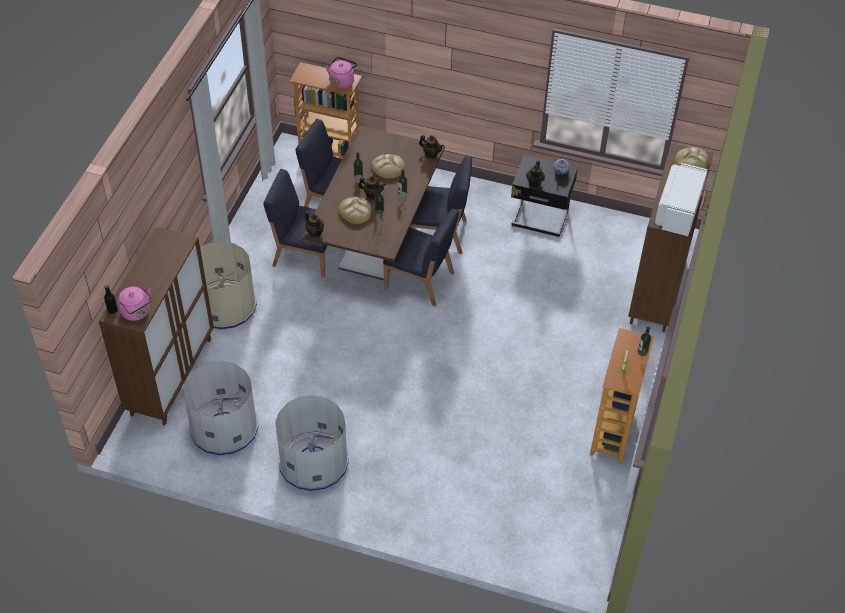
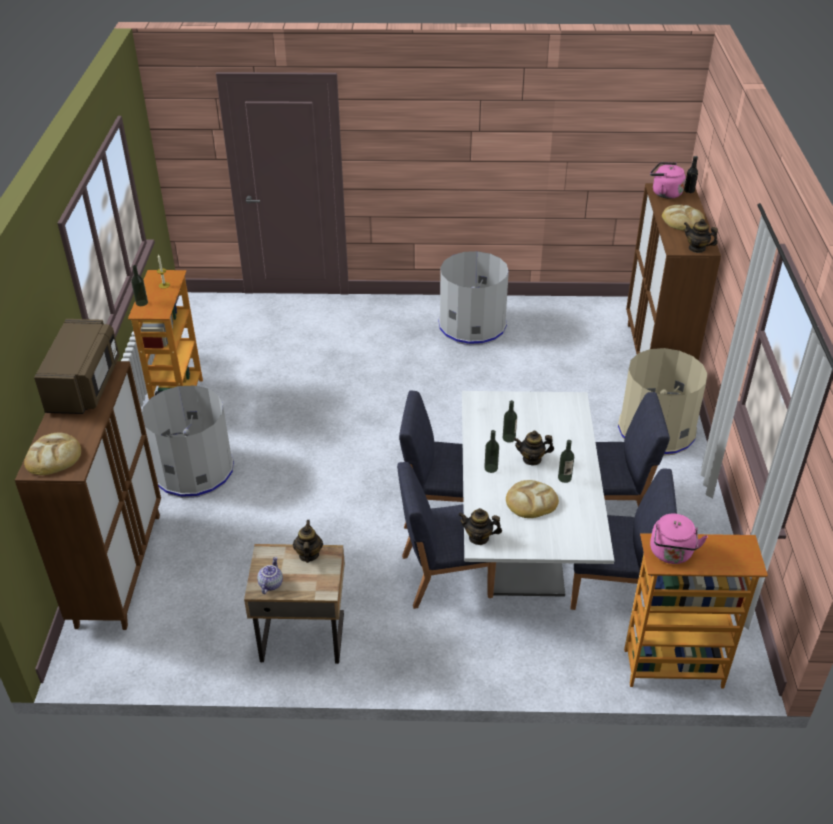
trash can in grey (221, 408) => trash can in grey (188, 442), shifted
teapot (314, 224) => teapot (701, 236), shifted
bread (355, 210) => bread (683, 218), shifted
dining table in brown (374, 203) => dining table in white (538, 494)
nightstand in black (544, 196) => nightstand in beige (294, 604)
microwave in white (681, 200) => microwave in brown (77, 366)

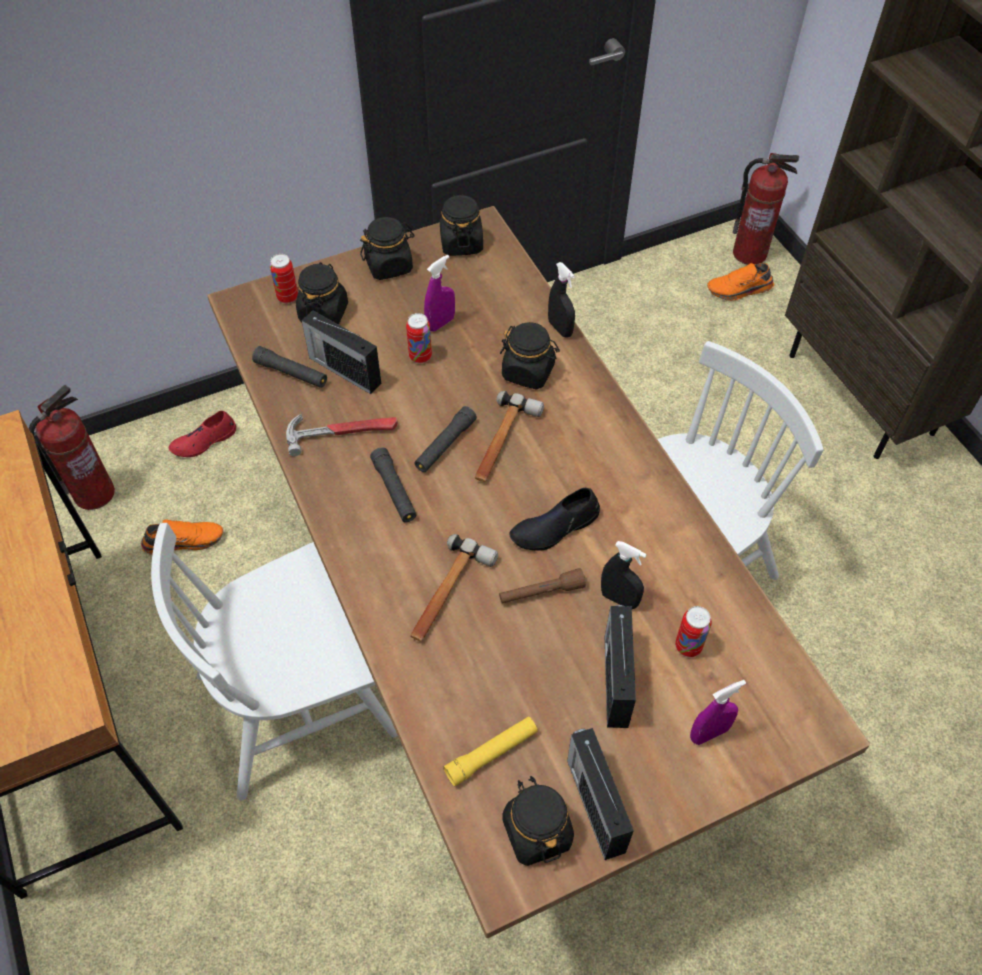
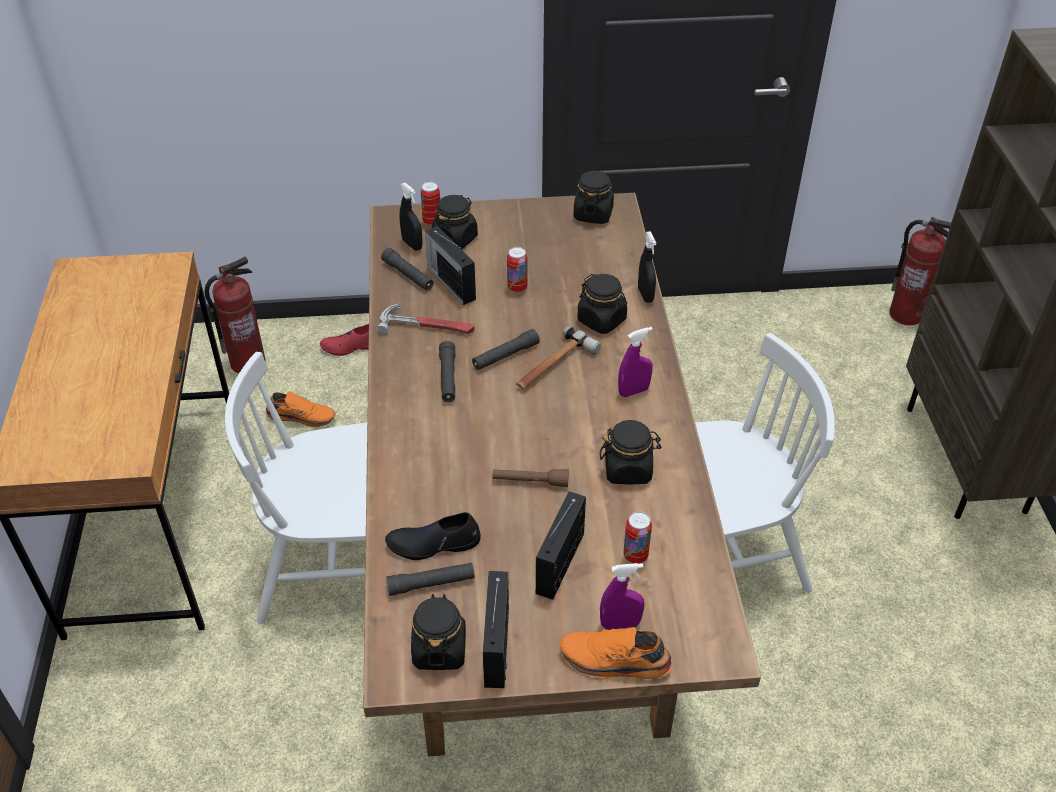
hammer (454, 587) => nothing
jar in black (387, 248) => jar in black (631, 452), shifted
spray bottle in purple (439, 293) => spray bottle in purple (635, 362), shifted
shoe in black (554, 519) => shoe in black (433, 536), shifted
spray bottle in black (623, 575) => spray bottle in black (411, 217), shifted
shoe in orange (740, 282) => shoe in orange (616, 653), shifted
flashlight in yellow (490, 751) => flashlight in black (430, 579)

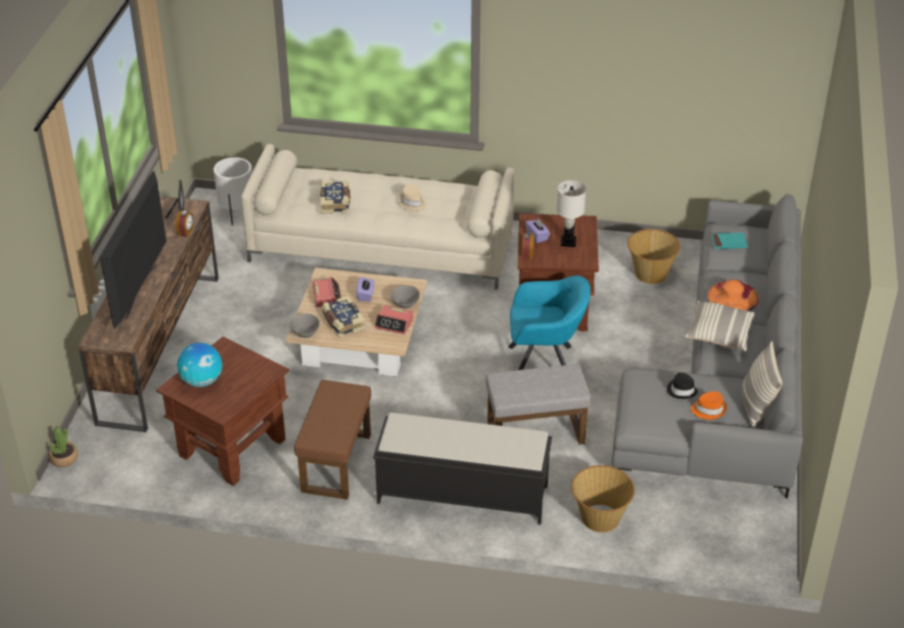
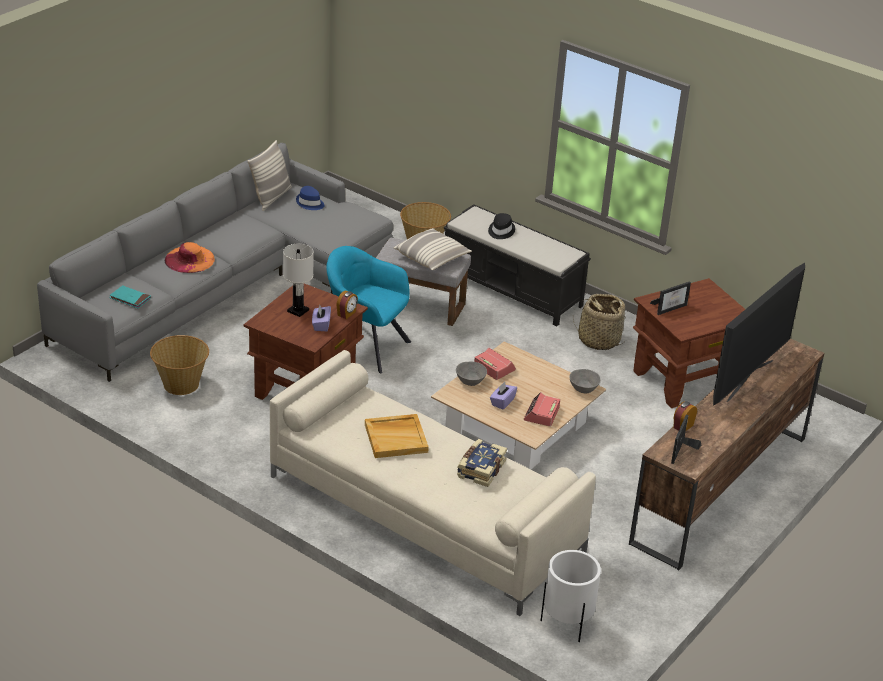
potted plant (63, 447) => nothing
globe (199, 365) => nothing
book (344, 317) => nothing
nothing => picture frame (670, 298)
hat in black (682, 386) => hat in black (501, 226), shifted
pillow (720, 326) => pillow (433, 249), shifted
ottoman in brown (332, 440) => basket (599, 322)
hat in beige (412, 198) => tray in beige (397, 436)
hat in orange (709, 405) => hat in blue (310, 198)

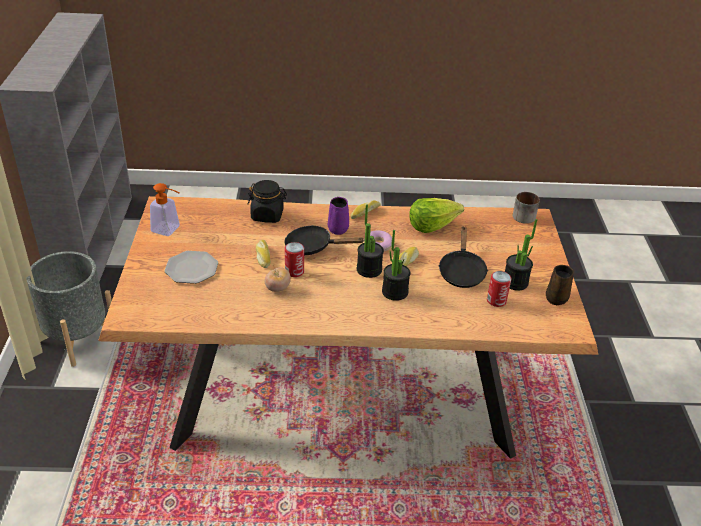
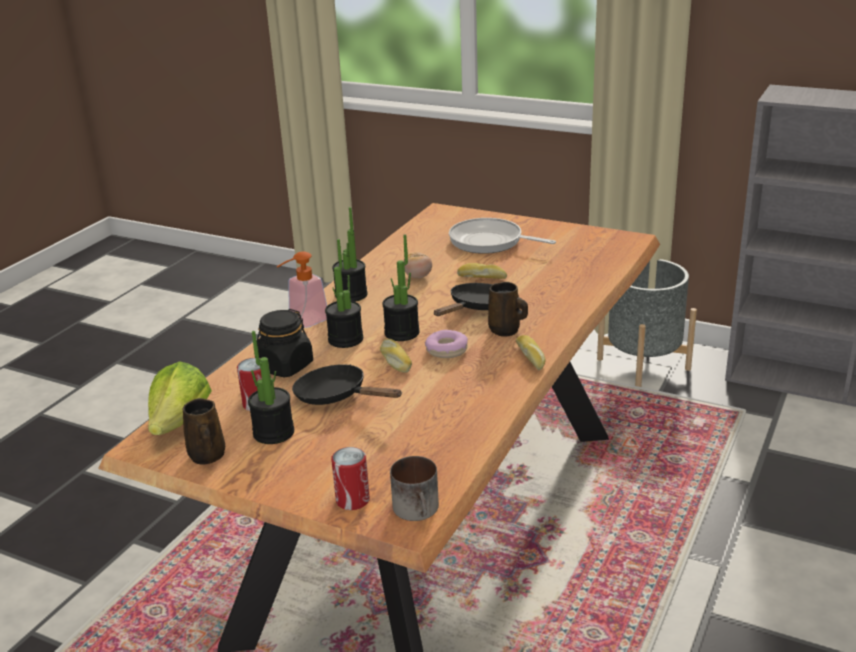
nothing => potted plant (350, 254)
soap dispenser (165, 209) => soap dispenser (302, 290), shifted
jar in black (267, 201) => jar in black (285, 343), shifted
can (294, 259) => can (350, 478), shifted
lettuce (436, 215) => lettuce (180, 398), shifted
plate (191, 267) => frying pan (502, 236)
mug in purple (338, 216) => mug in brown (508, 309)

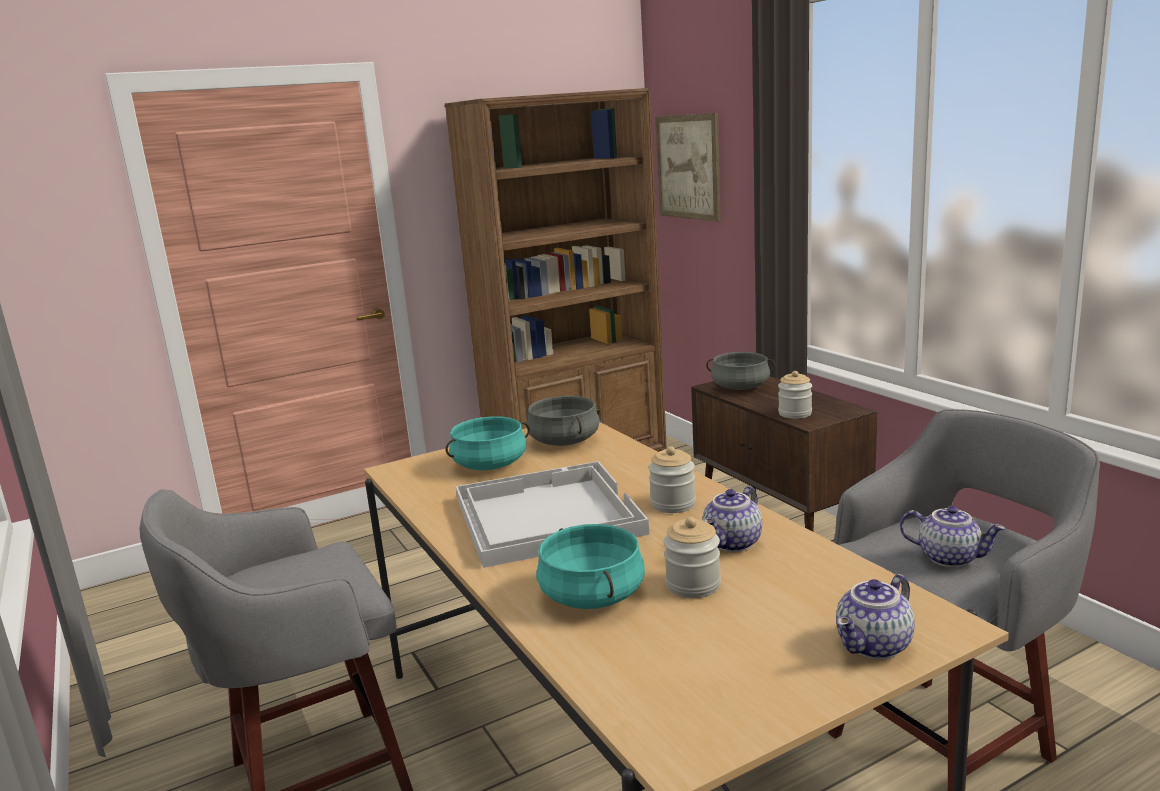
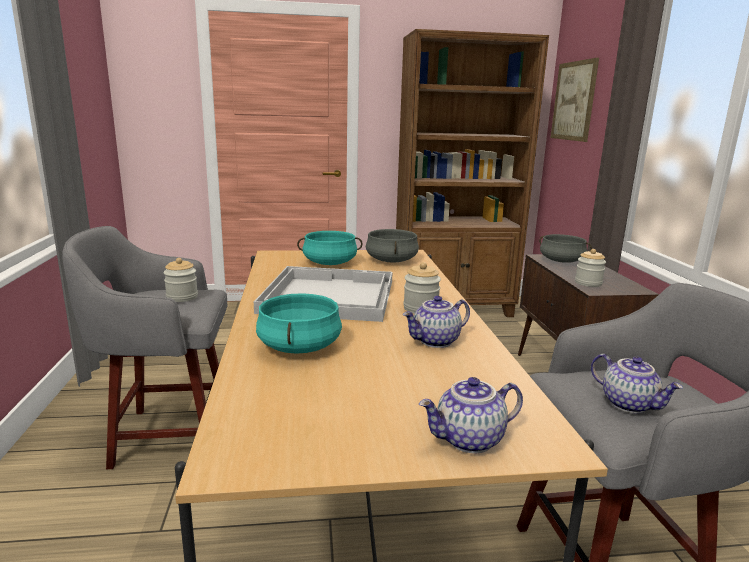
jar (692, 557) => jar (181, 280), shifted

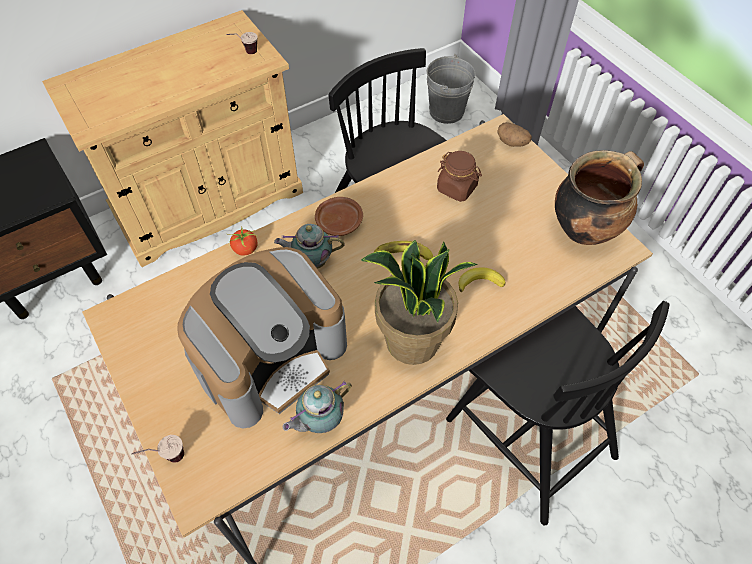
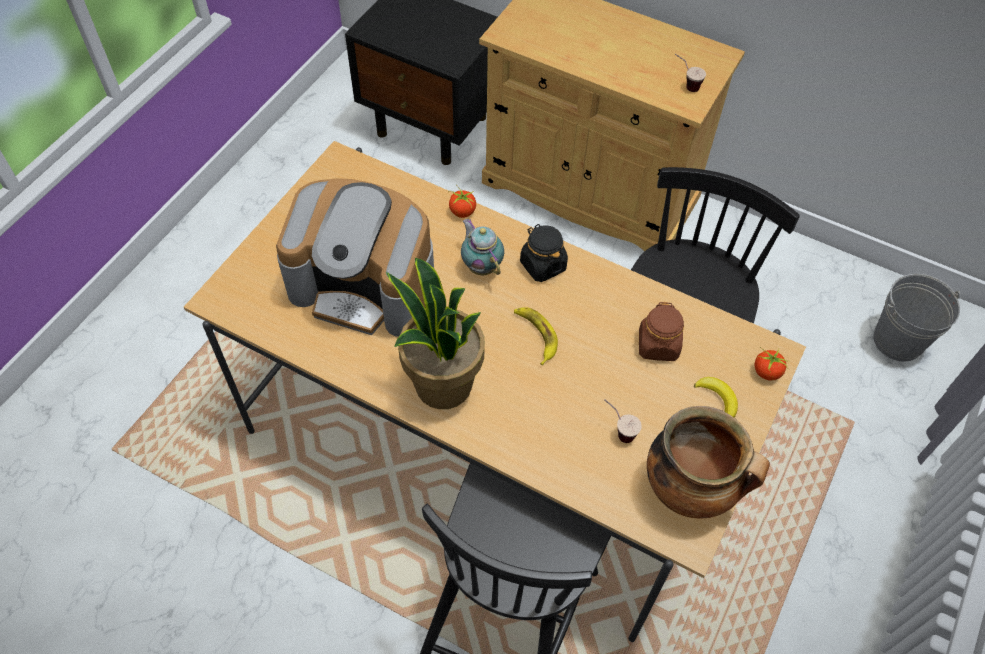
teapot (317, 407) => nothing
cup (158, 449) => cup (623, 421), shifted
banana (482, 279) => banana (716, 397), shifted
plate in brown (339, 216) => jar in black (544, 253)
potato (515, 134) => tomato (771, 364)

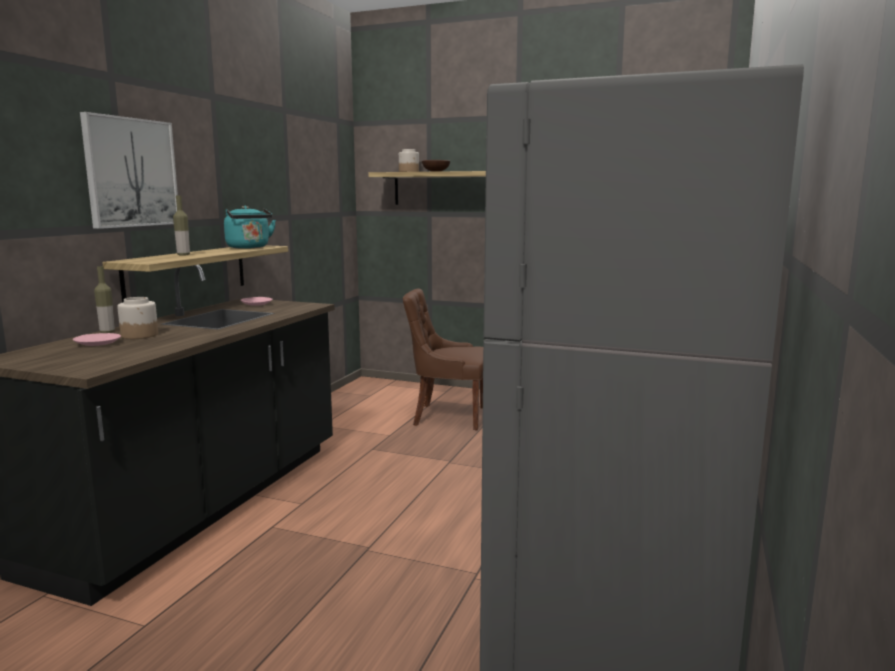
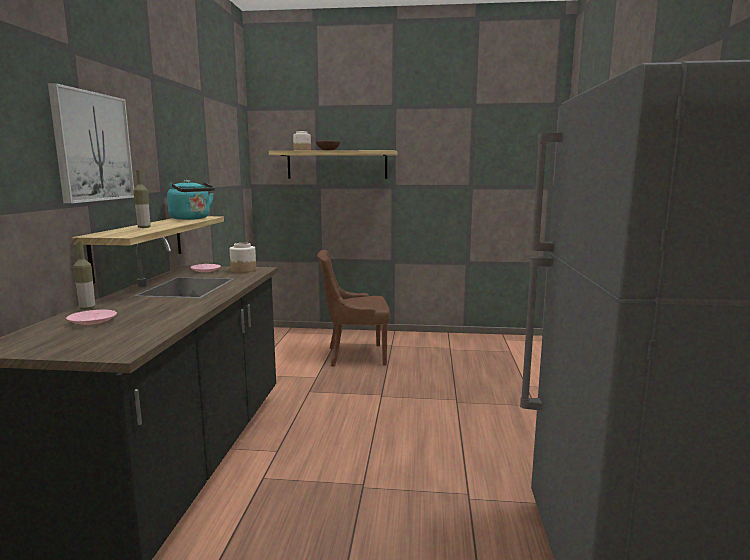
jar (137, 318) => jar (243, 258), shifted

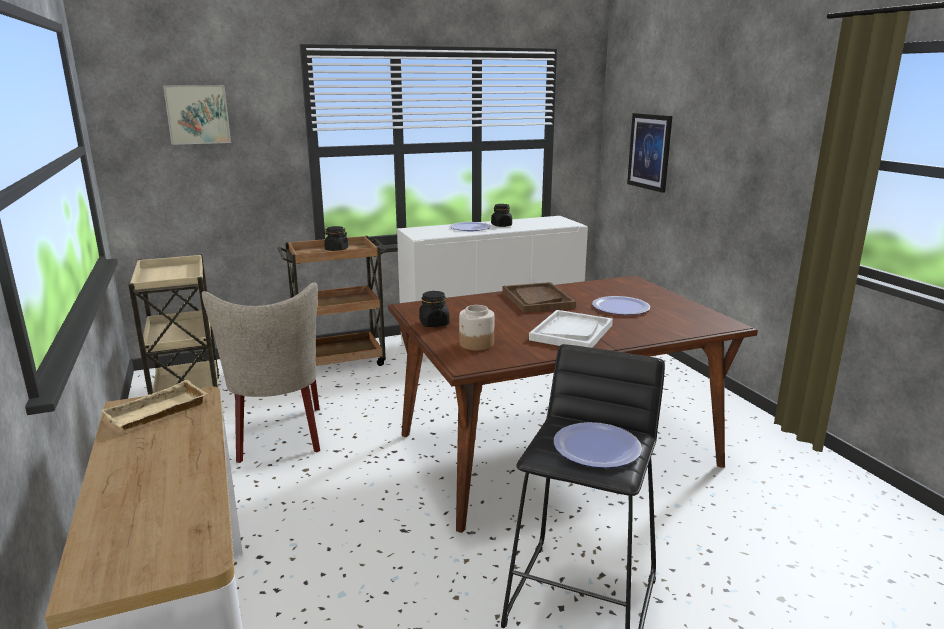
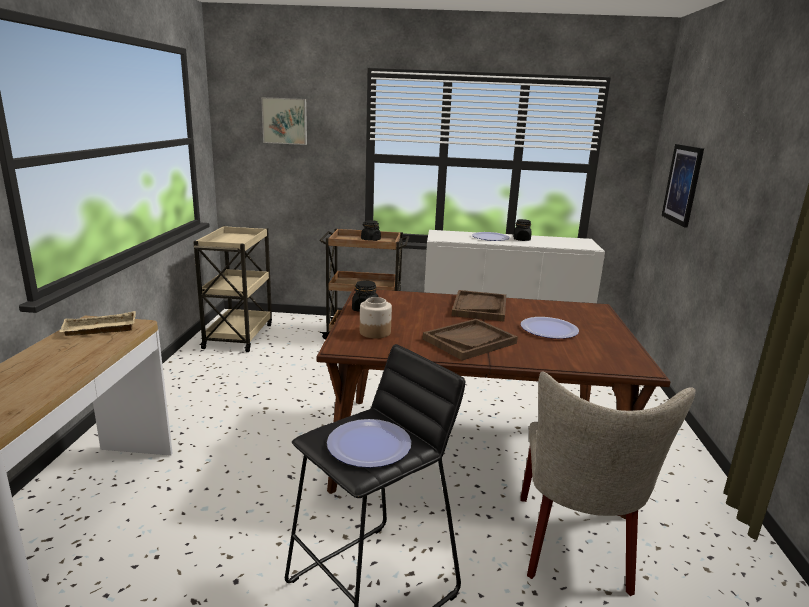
chair in beige (261, 372) => chair in beige (608, 483), shifted
tray in white (571, 329) => tray in brown (470, 340)

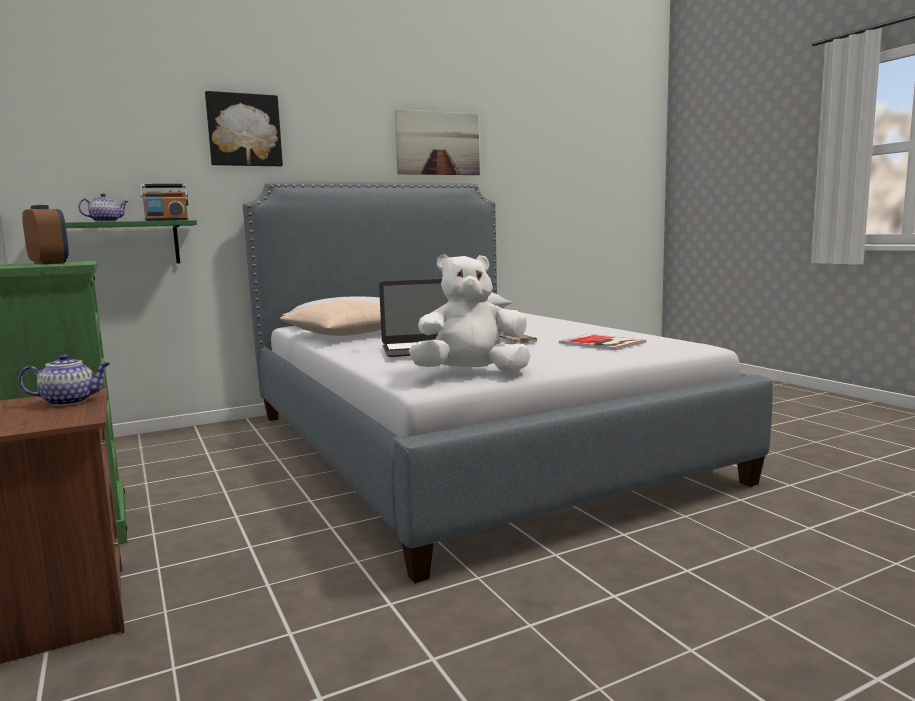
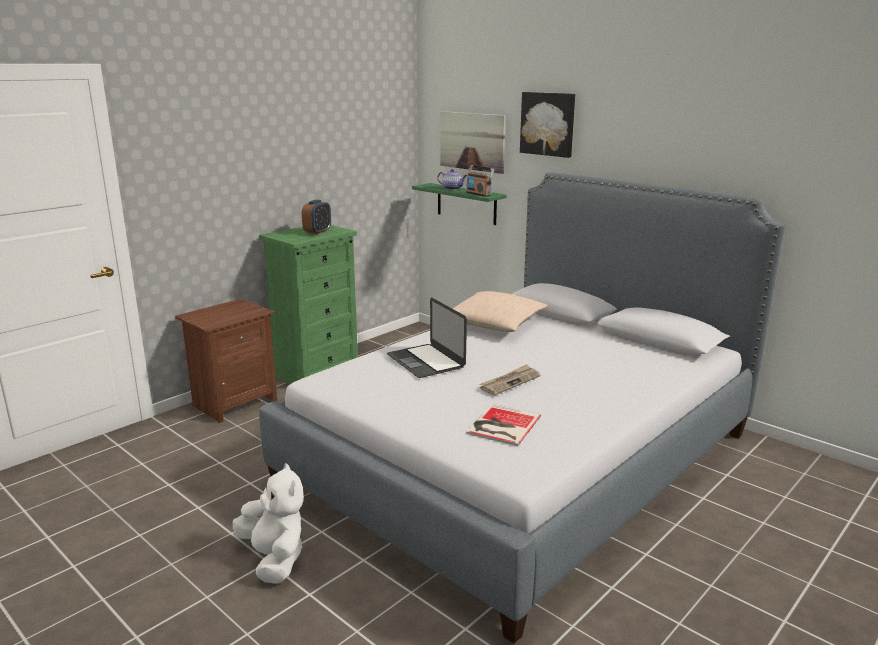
teapot (64, 380) => nothing
picture (437, 142) => picture (473, 142), shifted
plush toy in white (470, 313) => plush toy in white (268, 523), shifted

